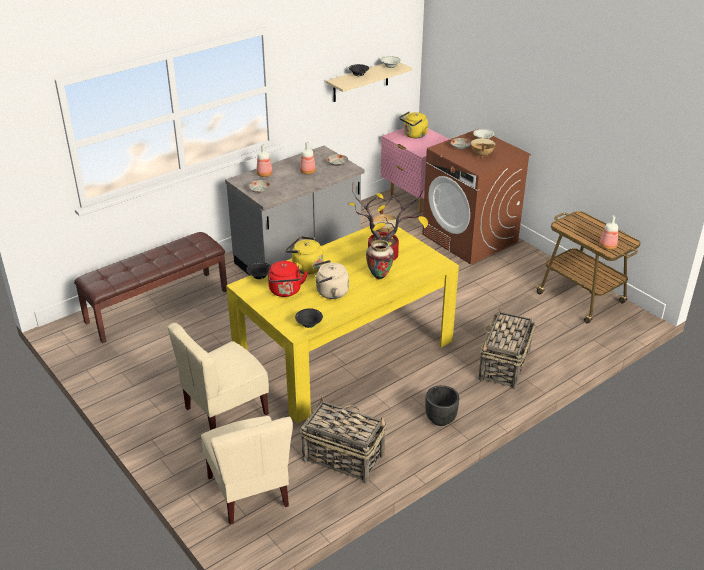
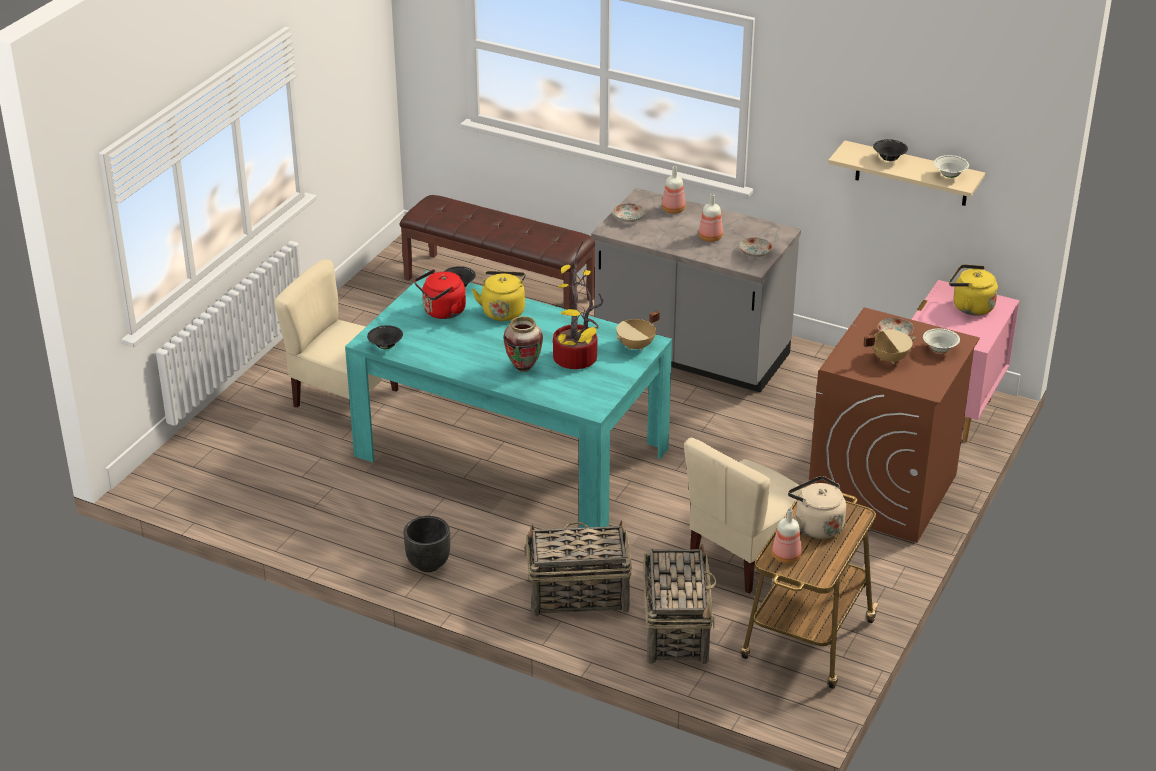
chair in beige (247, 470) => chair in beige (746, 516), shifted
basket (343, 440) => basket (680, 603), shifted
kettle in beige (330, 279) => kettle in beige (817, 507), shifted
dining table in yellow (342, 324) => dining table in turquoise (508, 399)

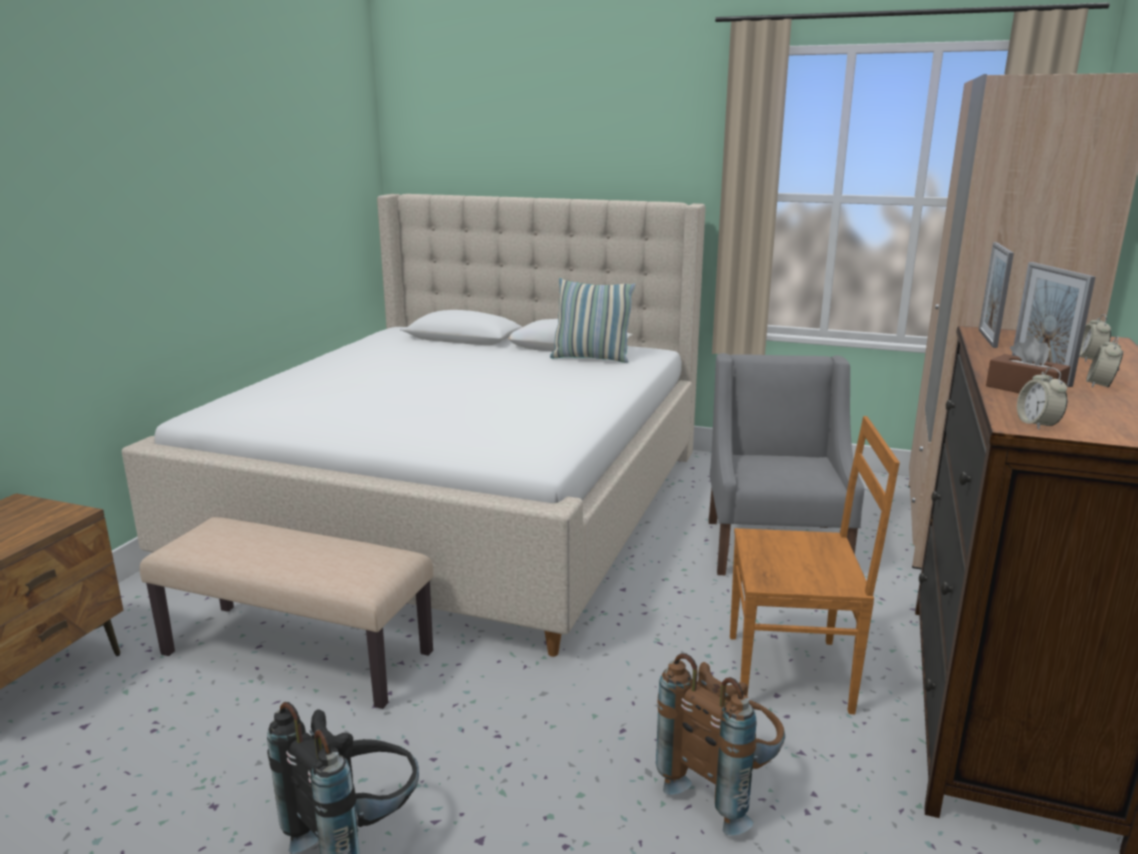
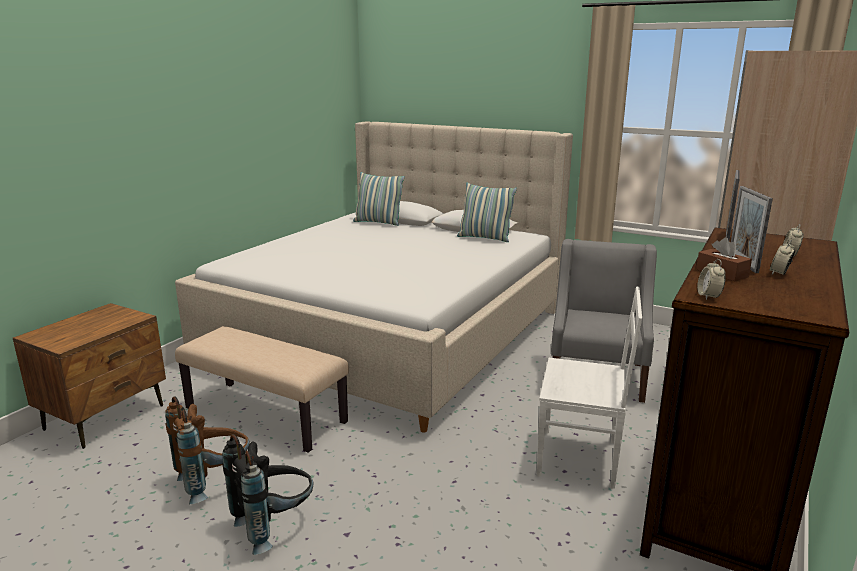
nothing => pillow (379, 199)
backpack in brown (720, 744) => backpack in brown (207, 450), shifted
chair in brown (815, 565) => chair in white (589, 387)

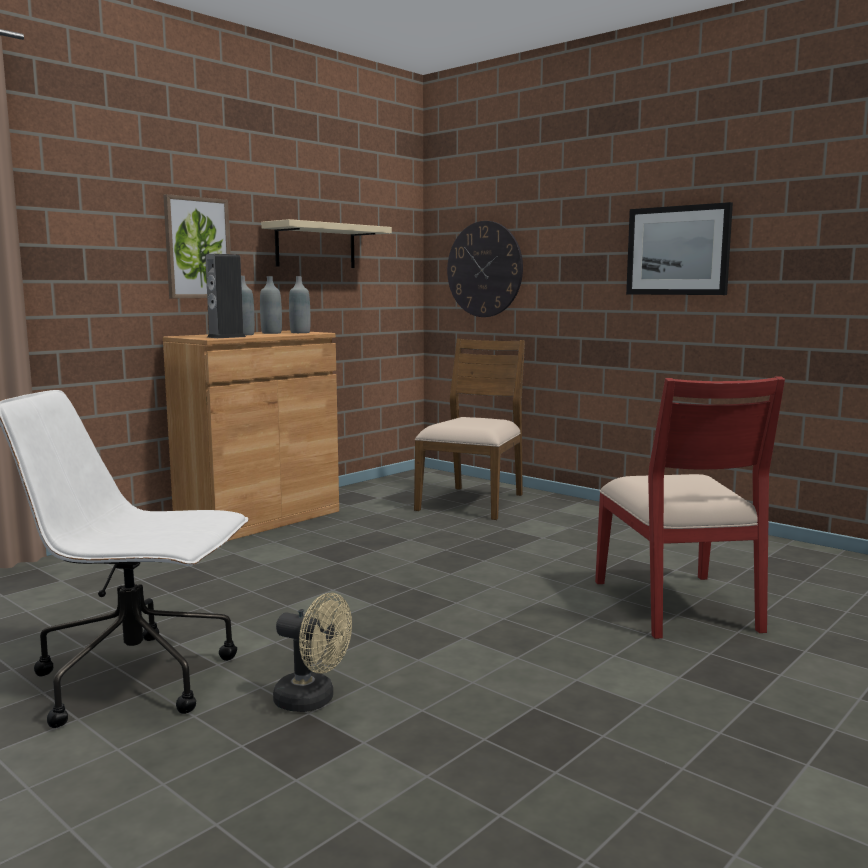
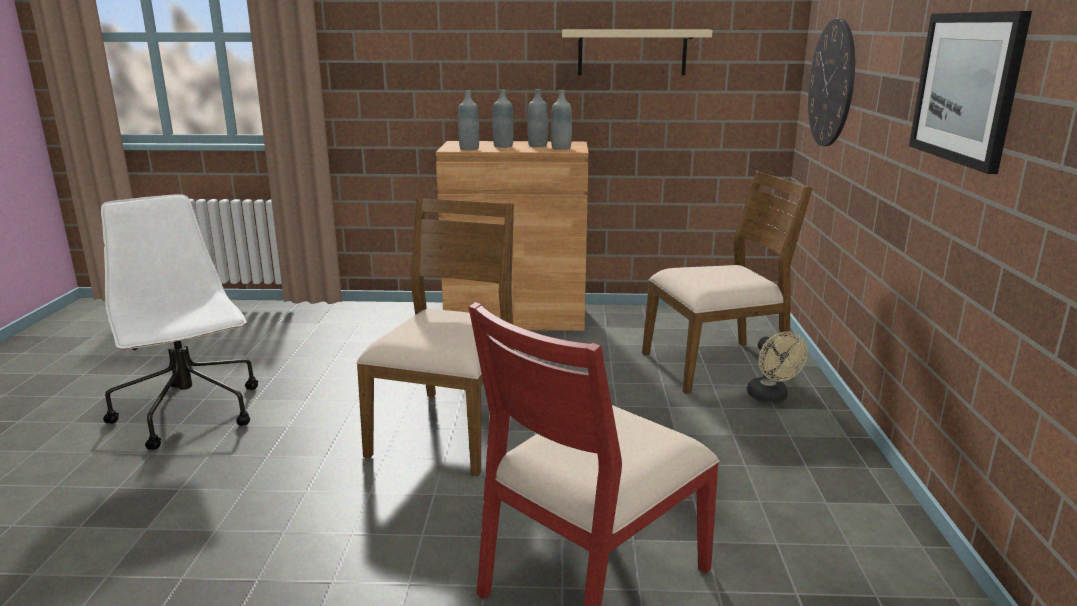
picture (196, 246) => nothing
nothing => chair in brown (435, 336)
fan in beige (312, 652) => fan in beige (777, 367), shifted
speaker (225, 296) => bottle in grey (468, 120)

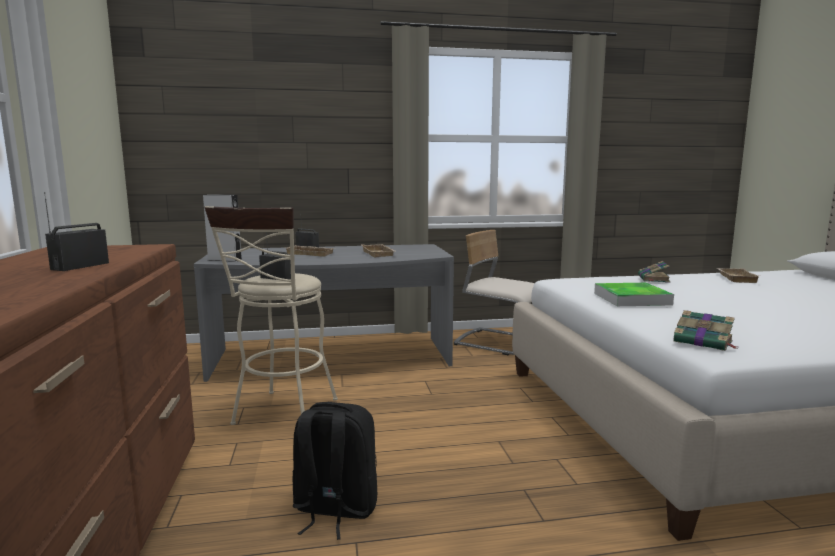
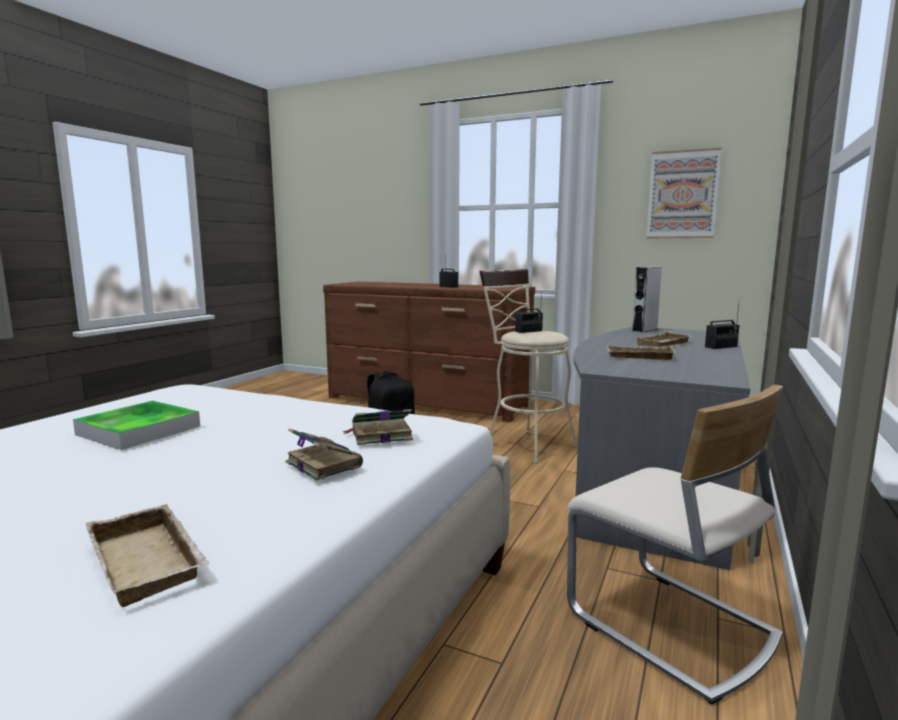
nothing => picture (684, 193)
tray (634, 294) => tray (136, 425), shifted
book (705, 330) => book (377, 427), shifted
chair in beige (494, 292) => chair in beige (675, 545), 75 degrees clockwise

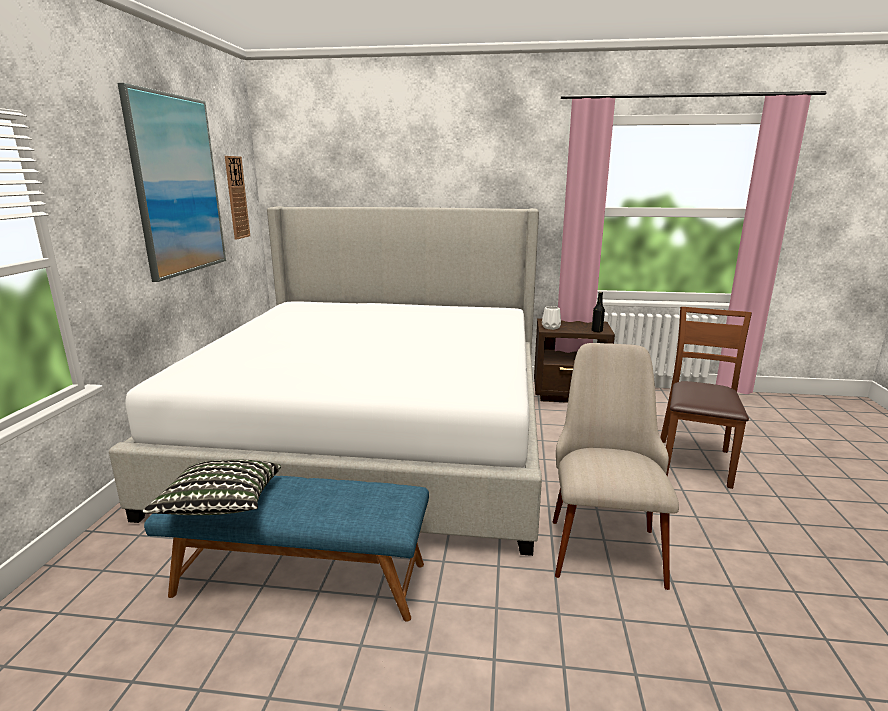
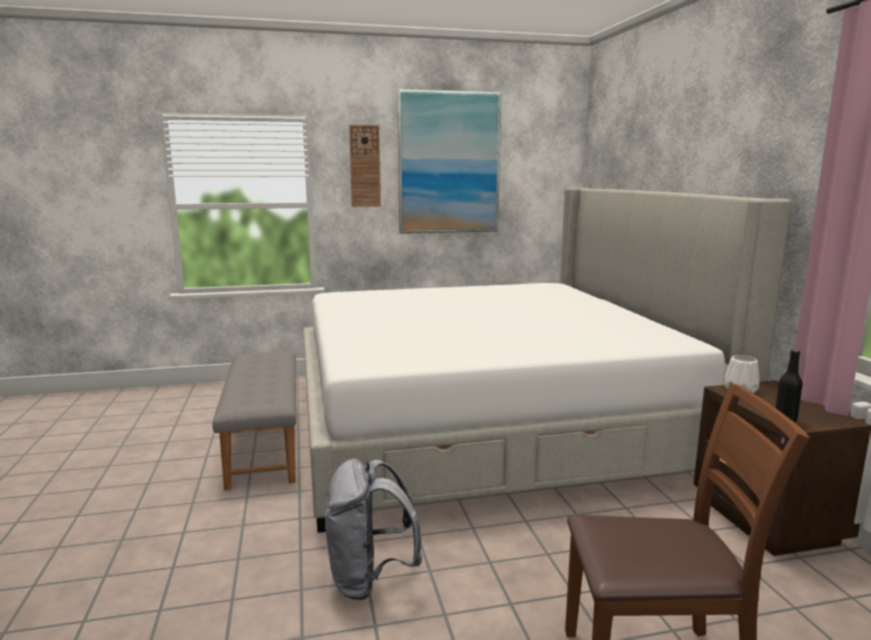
pillow (212, 487) => nothing
wall clock (237, 198) => wall clock (365, 166), shifted
chair in beige (616, 466) => backpack in grey (373, 529)
bench in blue (286, 549) => bench in grey (254, 420)

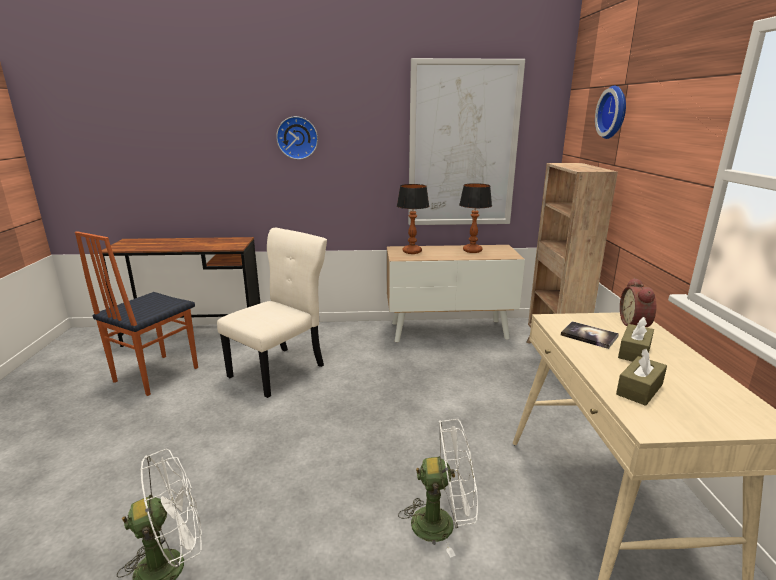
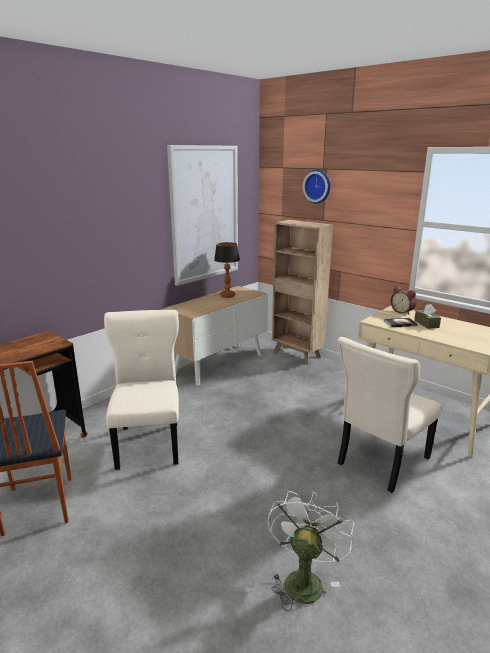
wall clock (297, 137) => nothing
table lamp (413, 219) => nothing
tissue box in brown (641, 377) => nothing
fan in white (438, 488) => chair in beige (389, 415)

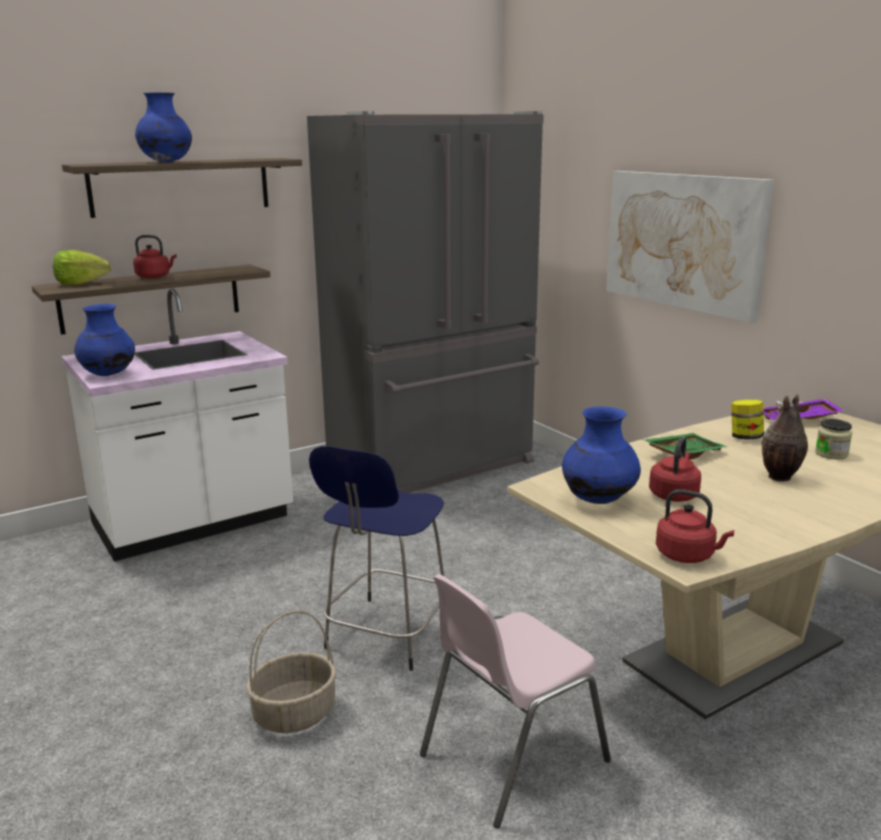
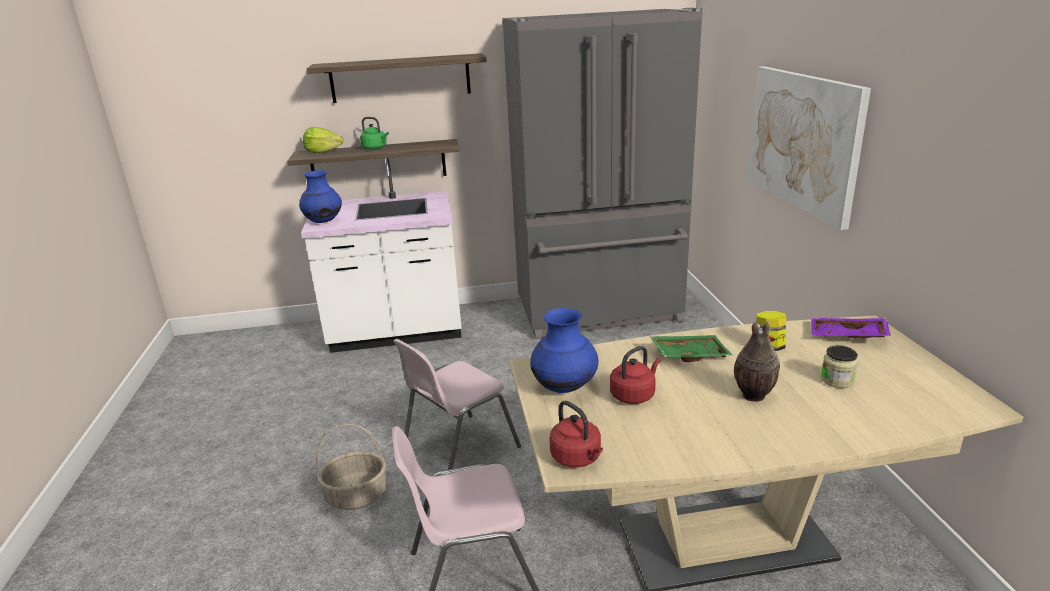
vase in blue (163, 127) => nothing
stool in blue (376, 558) => chair in pink (457, 404)
kettle in red (155, 257) => kettle in green (374, 133)

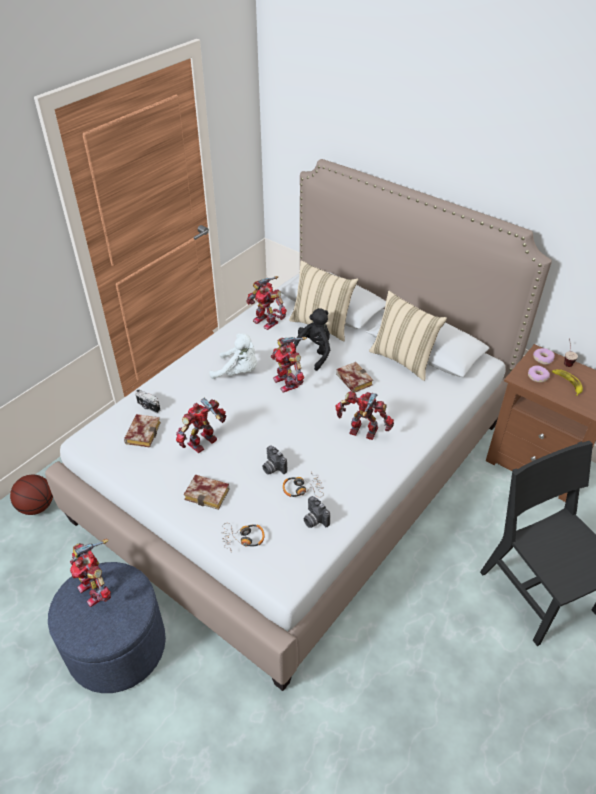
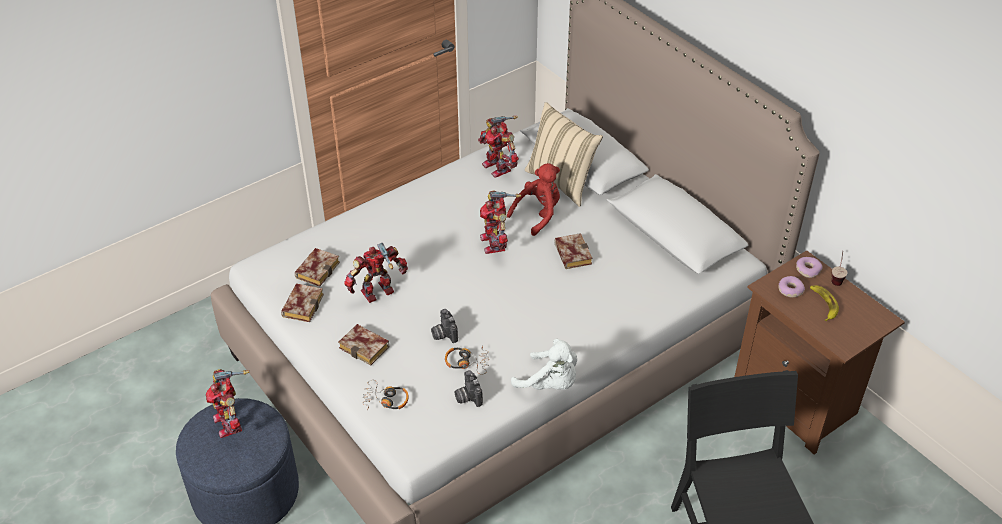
basketball (31, 495) => nothing
photo camera (147, 401) => nothing
toy robot (364, 415) => nothing
pillow in beige (408, 336) => nothing
nothing => book (302, 302)
plush toy in white (233, 356) => plush toy in white (544, 364), shifted
plush toy in black (312, 339) => plush toy in red (533, 199)

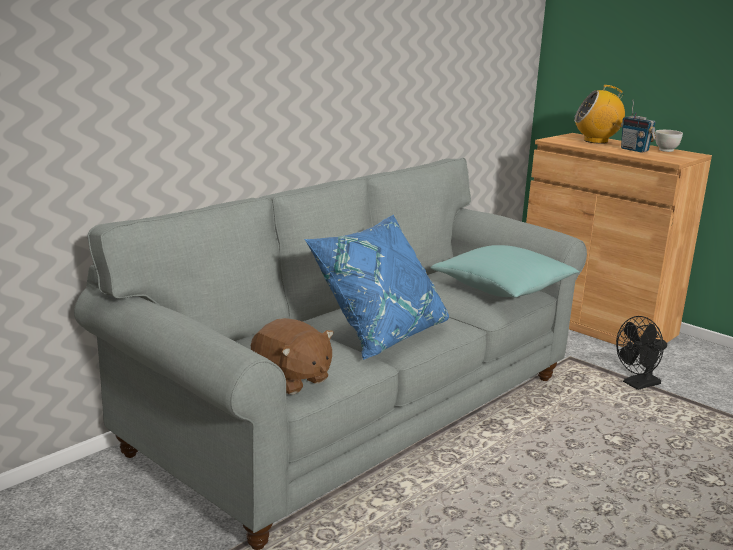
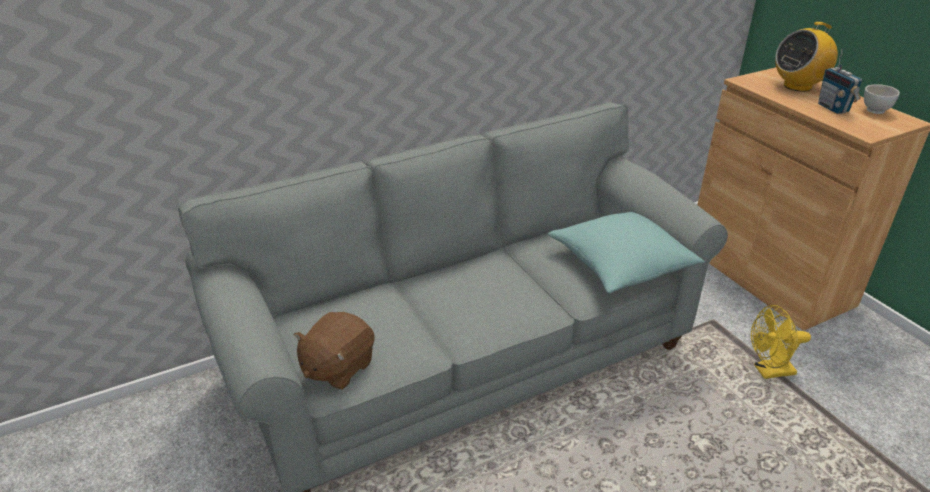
pillow in blue (376, 287) => nothing
fan in black (641, 353) => fan in yellow (781, 342)
plush toy in brown (292, 356) => plush toy in brown (334, 351), 60 degrees clockwise
radio (599, 114) => radio (806, 57), 45 degrees counterclockwise

